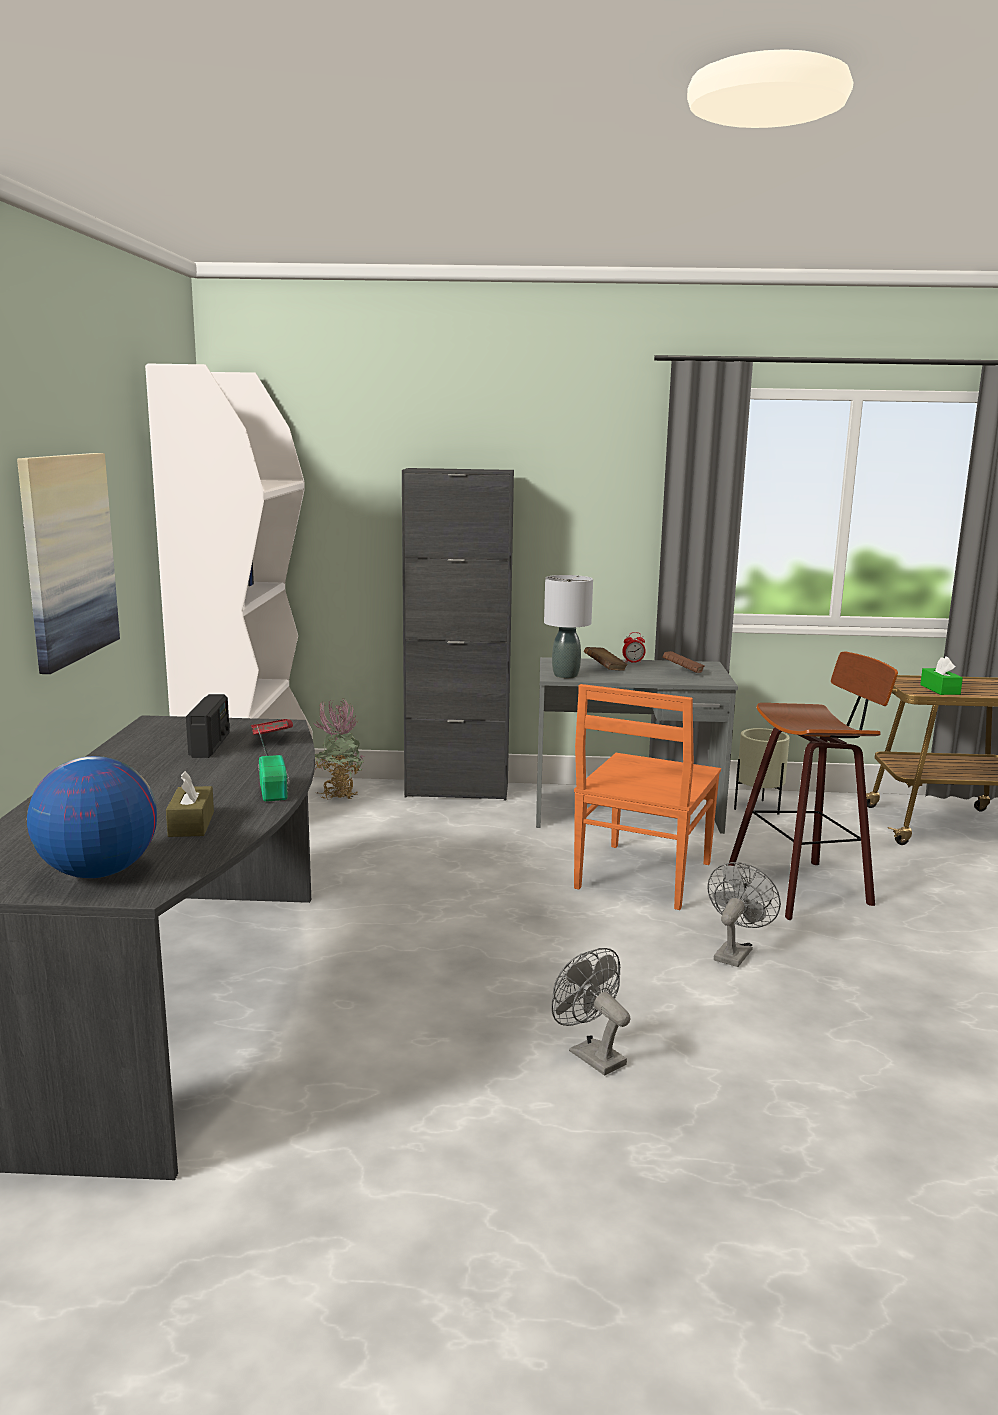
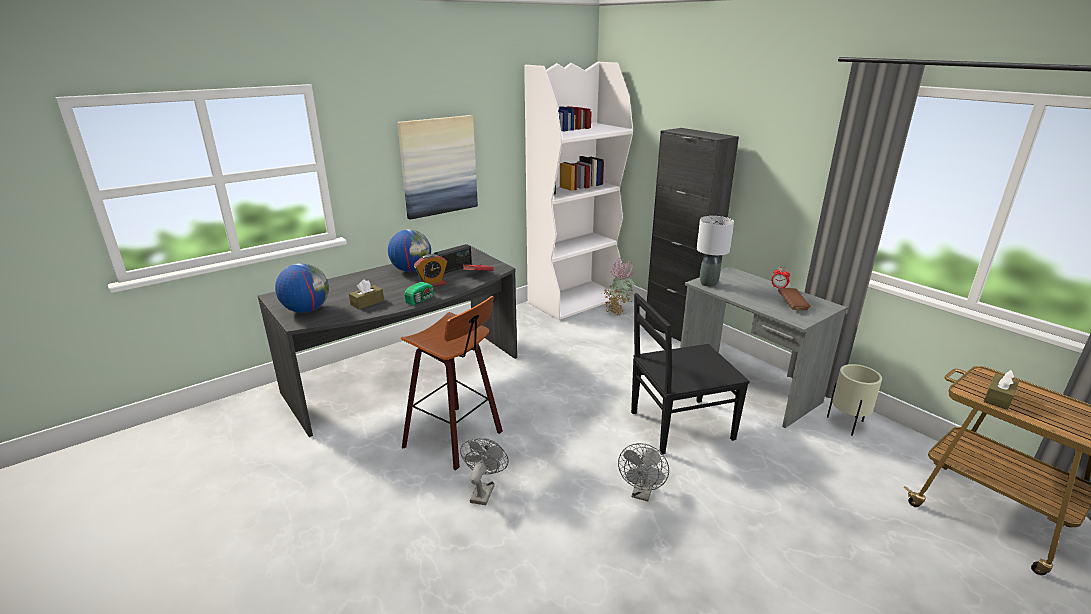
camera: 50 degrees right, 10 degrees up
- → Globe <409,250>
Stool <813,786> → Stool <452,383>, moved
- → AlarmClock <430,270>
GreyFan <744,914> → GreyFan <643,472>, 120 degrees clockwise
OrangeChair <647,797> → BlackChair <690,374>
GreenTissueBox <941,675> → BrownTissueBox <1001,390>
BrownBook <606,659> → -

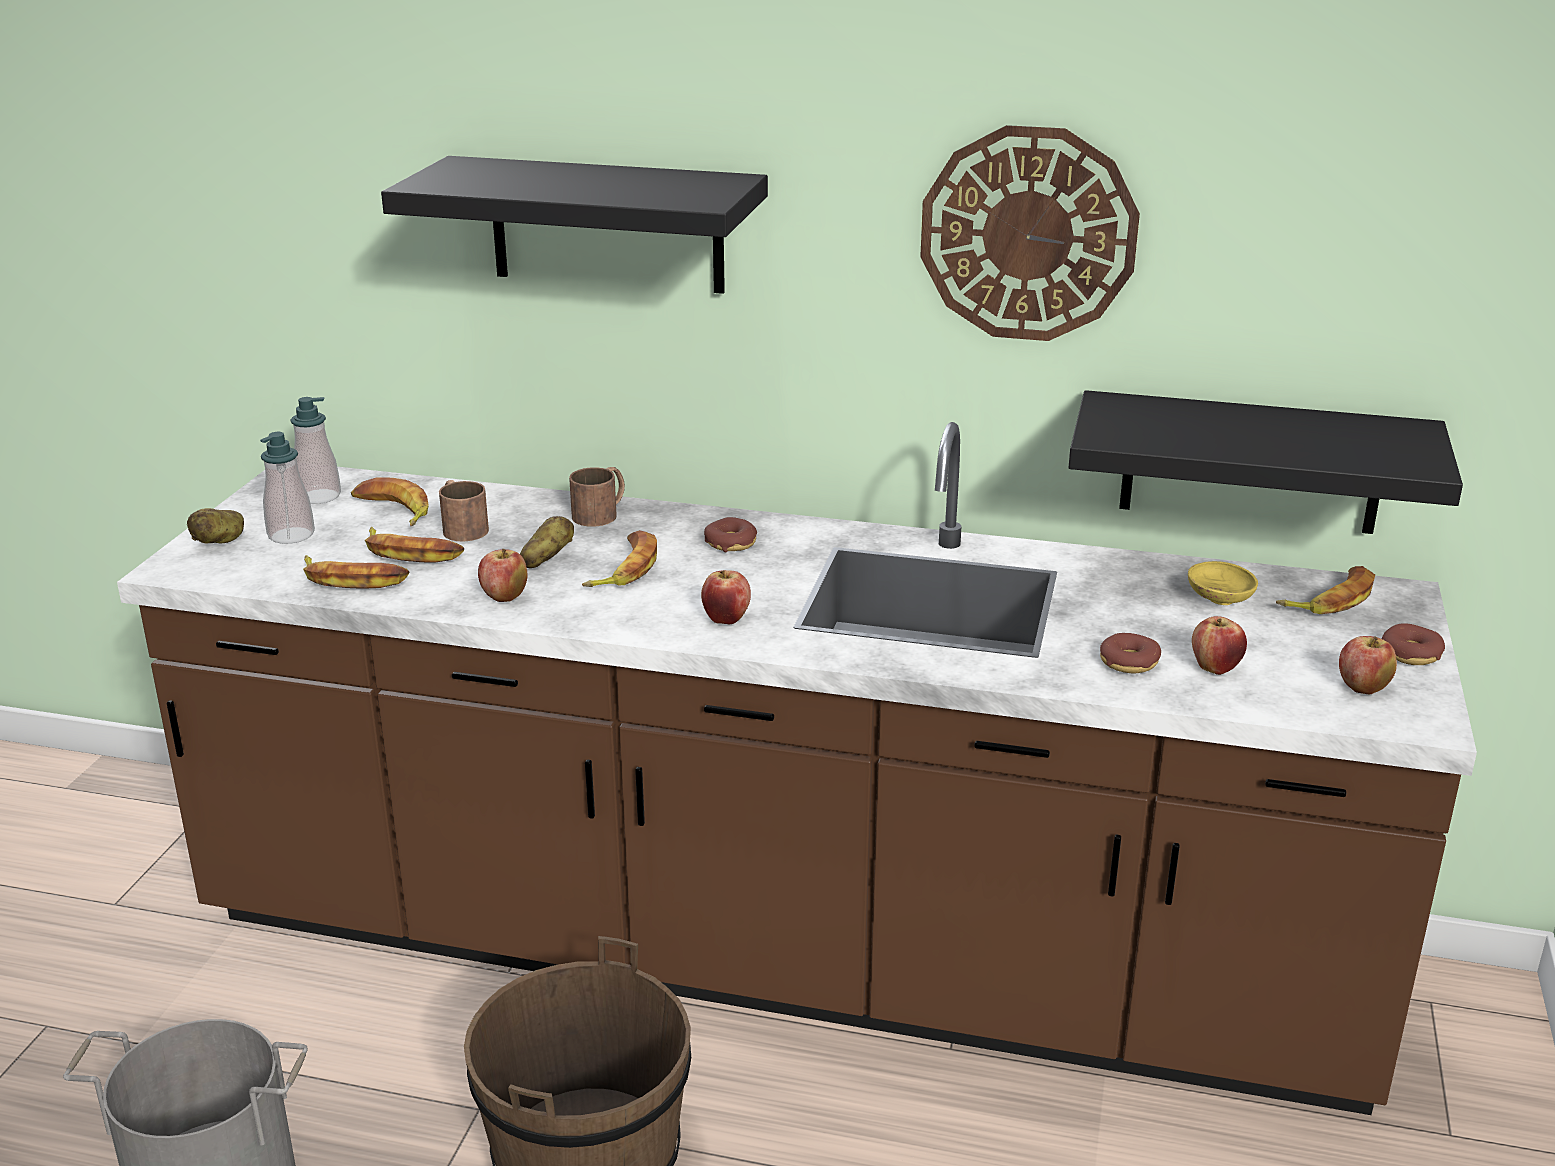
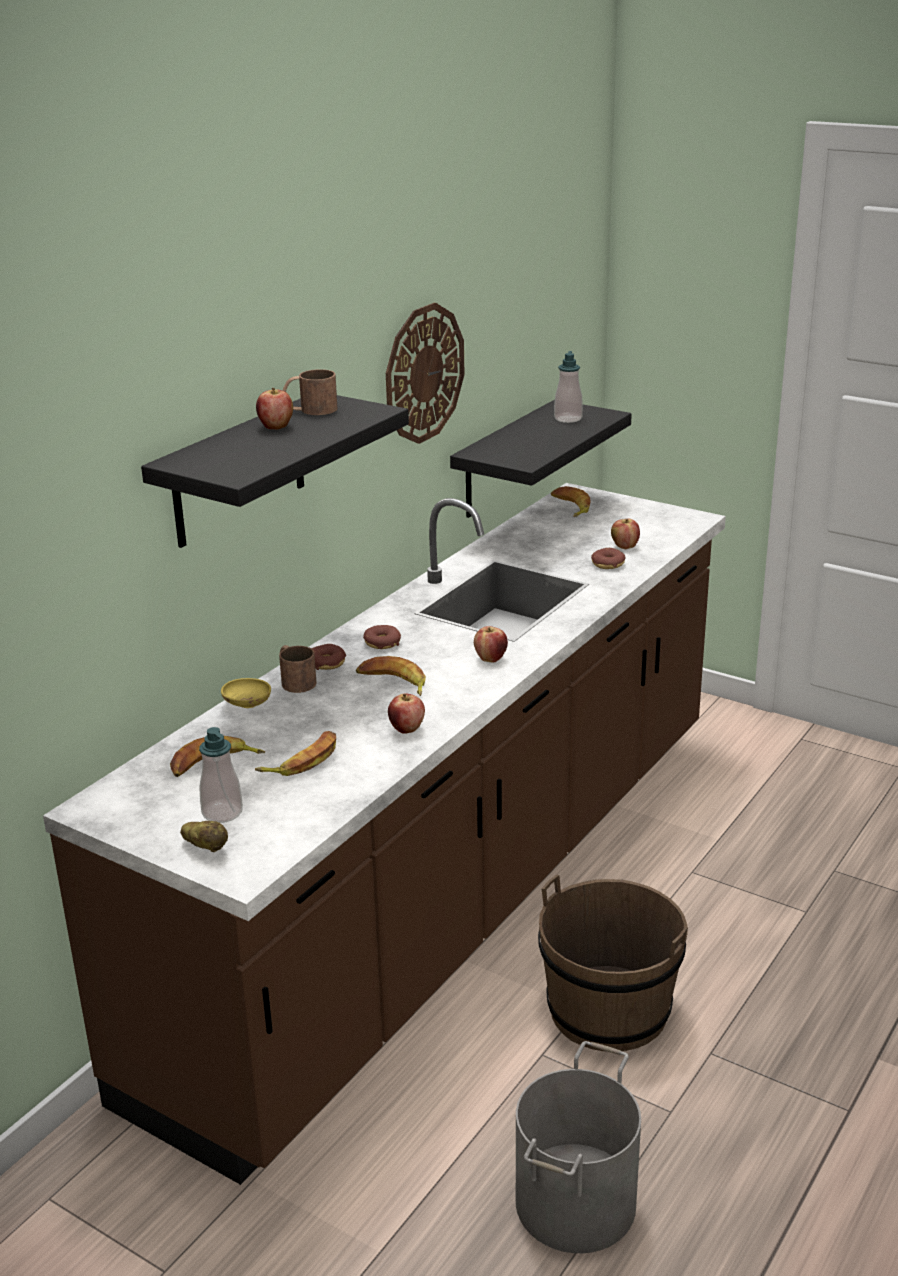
camera: 70 degrees left, 0 degrees up
YellowBowl <1223,583> → YellowBowl <246,693>, moved
Apple <1368,665> → Apple <274,409>, moved
BrownMug <464,510> → BrownMug <310,392>, moved
Donut <1413,644> → Donut <328,657>, moved
SoapDispenser <316,450> → SoapDispenser <568,387>, moved
Banana <356,572> → -
Potato <547,542> → -

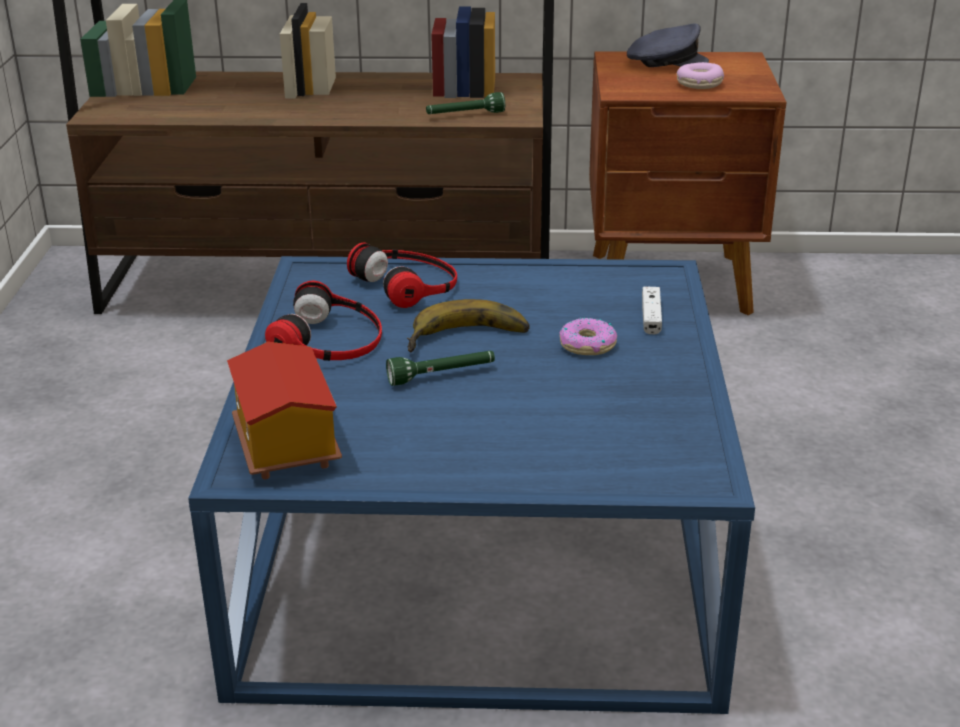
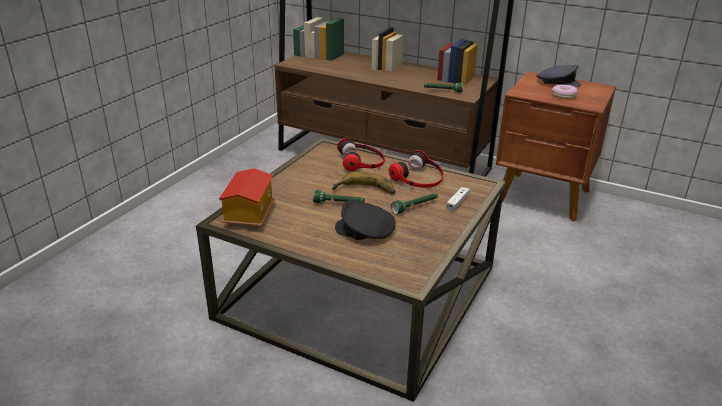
camera: 25 degrees right, 0 degrees up
BlueCoffeeTable <471,485> → BrownCoffeeTable <351,270>
- → BlackCap <365,220>
Headphones <323,321> → Headphones <416,169>, moved
Donut <588,336> → GreenFlashlight <414,203>

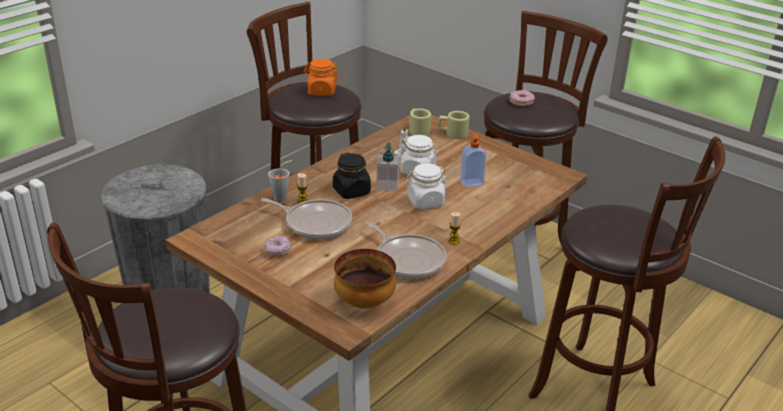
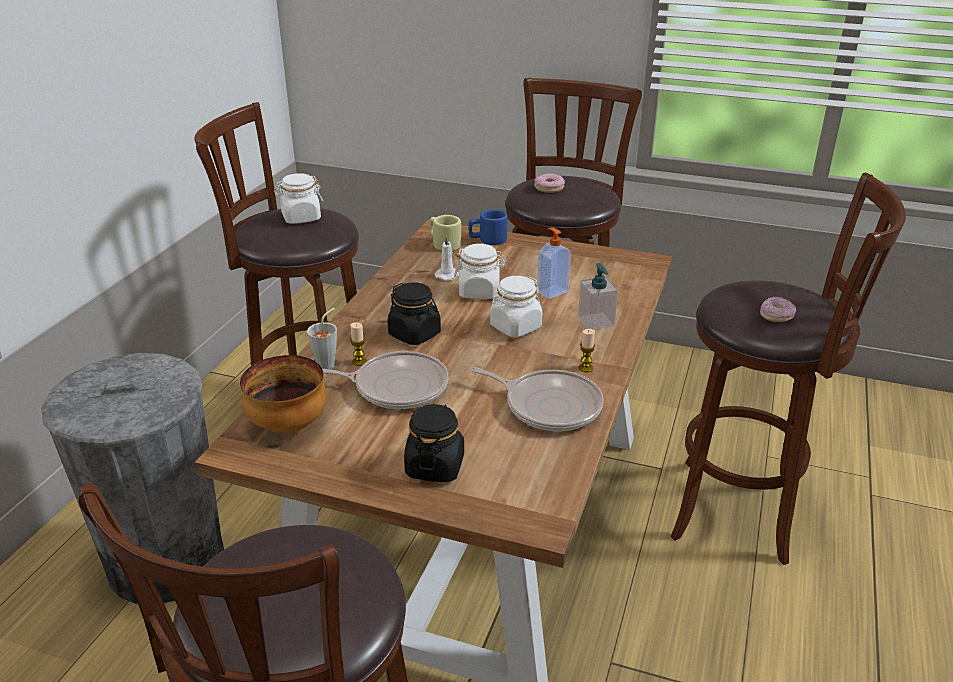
camera: 20 degrees left, 0 degrees up
Bowl <365,279> → Bowl <283,394>, moved
OrangeJar <321,77> → WhiteJar <298,198>
- → BlackJar <434,443>
BeigeMug <453,125> → BlueMug <488,227>
SoapDispenser <388,166> → SoapDispenser <598,296>, moved
Donut <277,246> → Donut <778,309>, moved

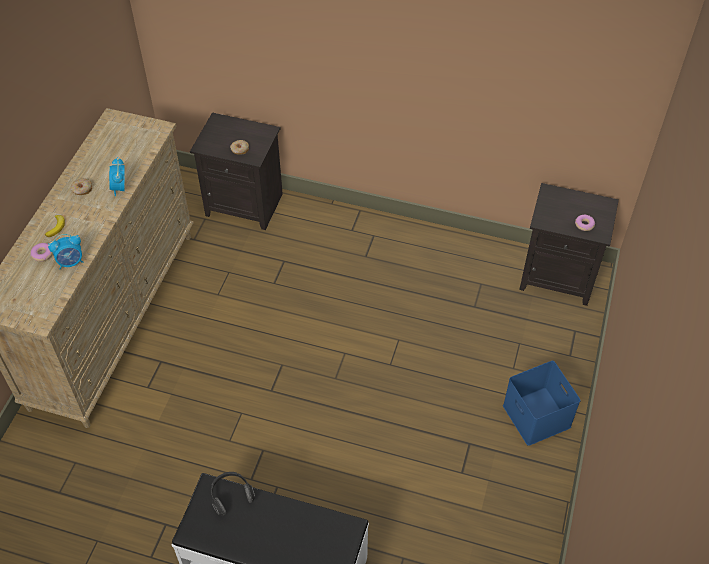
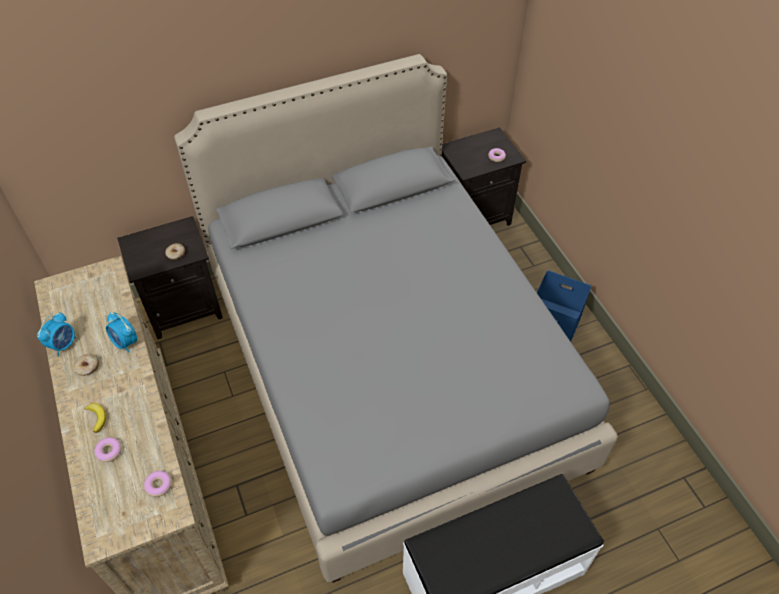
camera: 40 degrees left, 0 degrees up
AlarmClock <66,251> → AlarmClock <56,334>, moved
- → Donut <158,484>
- → GreyBed <396,318>
Headphones <233,494> → -

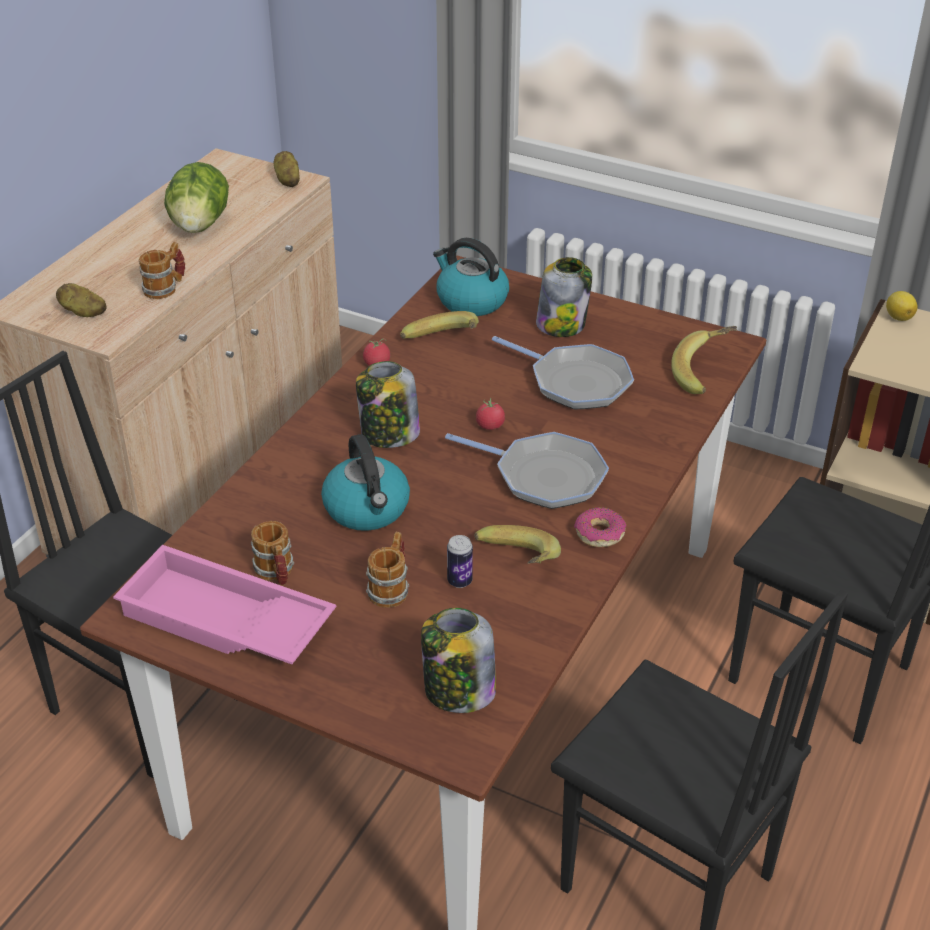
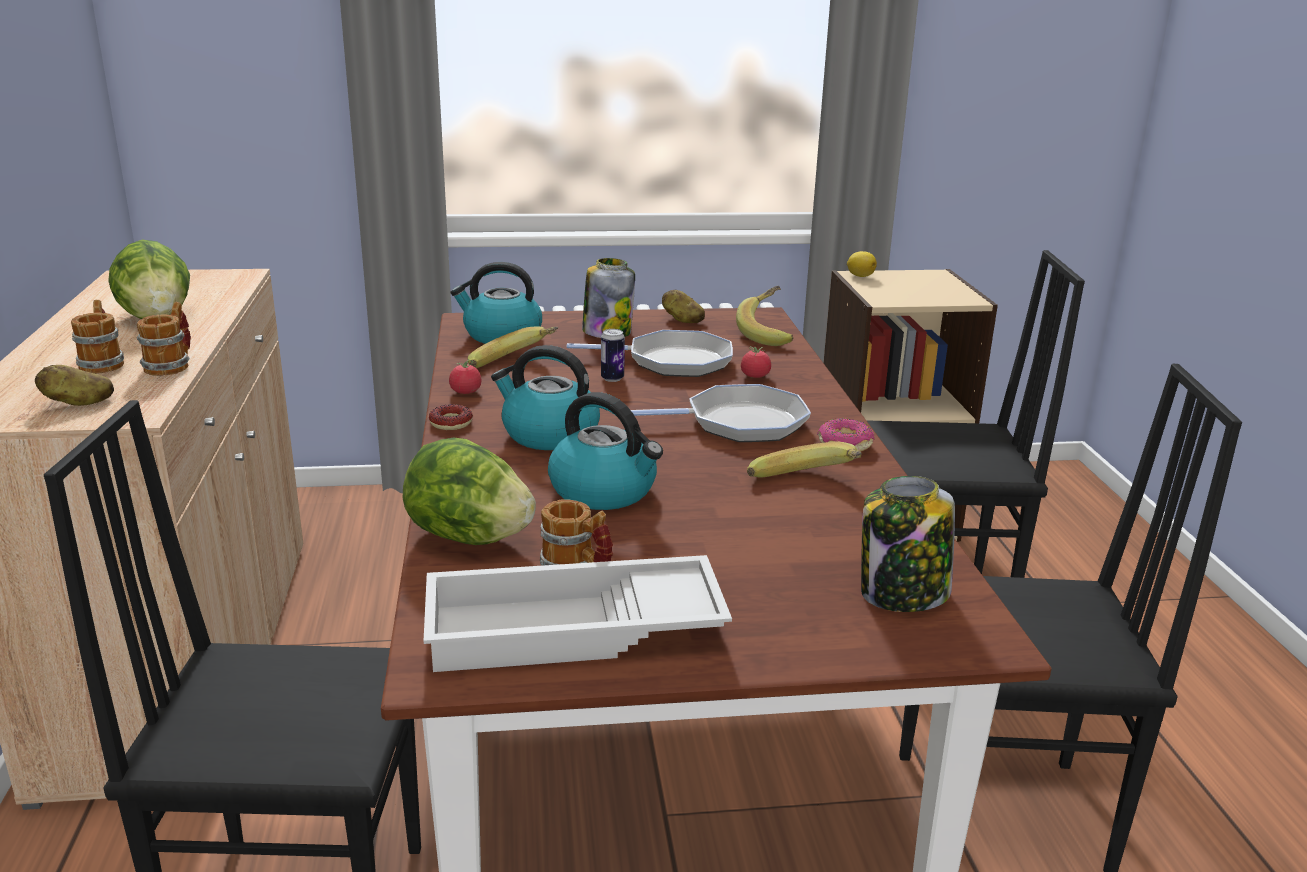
camera: 35 degrees left, 15 degrees down
Mug <387,570> → Mug <97,337>, moved
- → Lettuce <469,491>
PinkTray <224,604> → WhiteTray <578,613>
- → Donut <451,417>
Jar <388,404> → Kettle <545,397>
Can <460,561> → Can <613,355>, moved
Potato <287,169> → Potato <683,306>, moved
Tomato <490,414> → Tomato <756,362>, moved

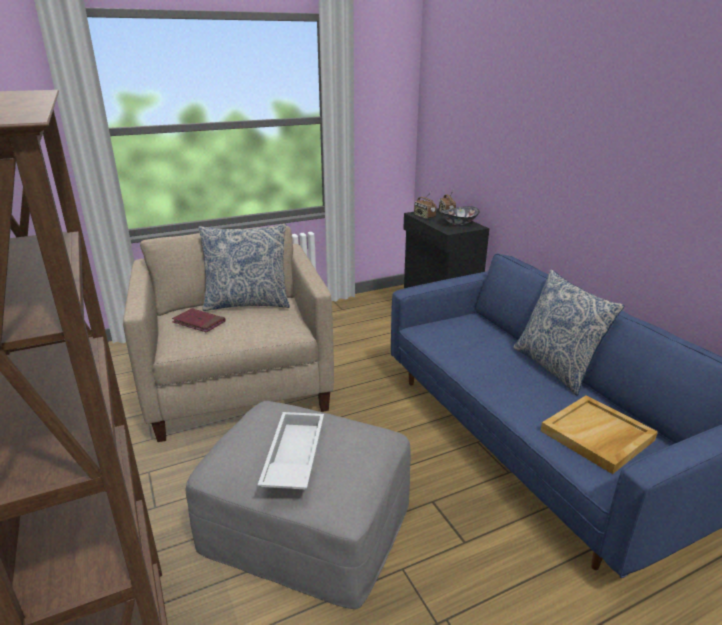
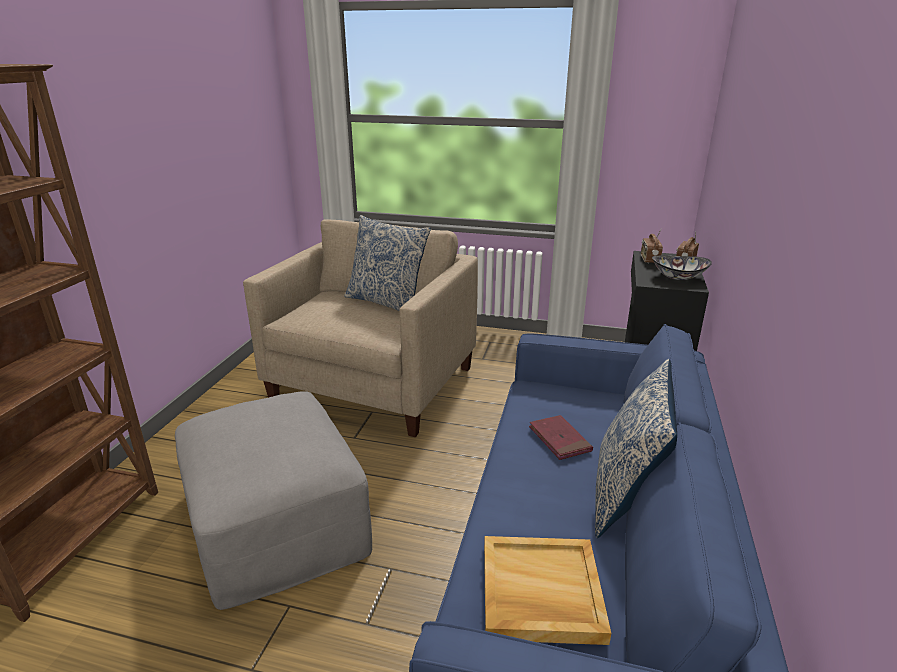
camera: 40 degrees right, 0 degrees up
RedBook <199,320> → RedBook <561,437>, moved
WhiteTray <291,450> → -

